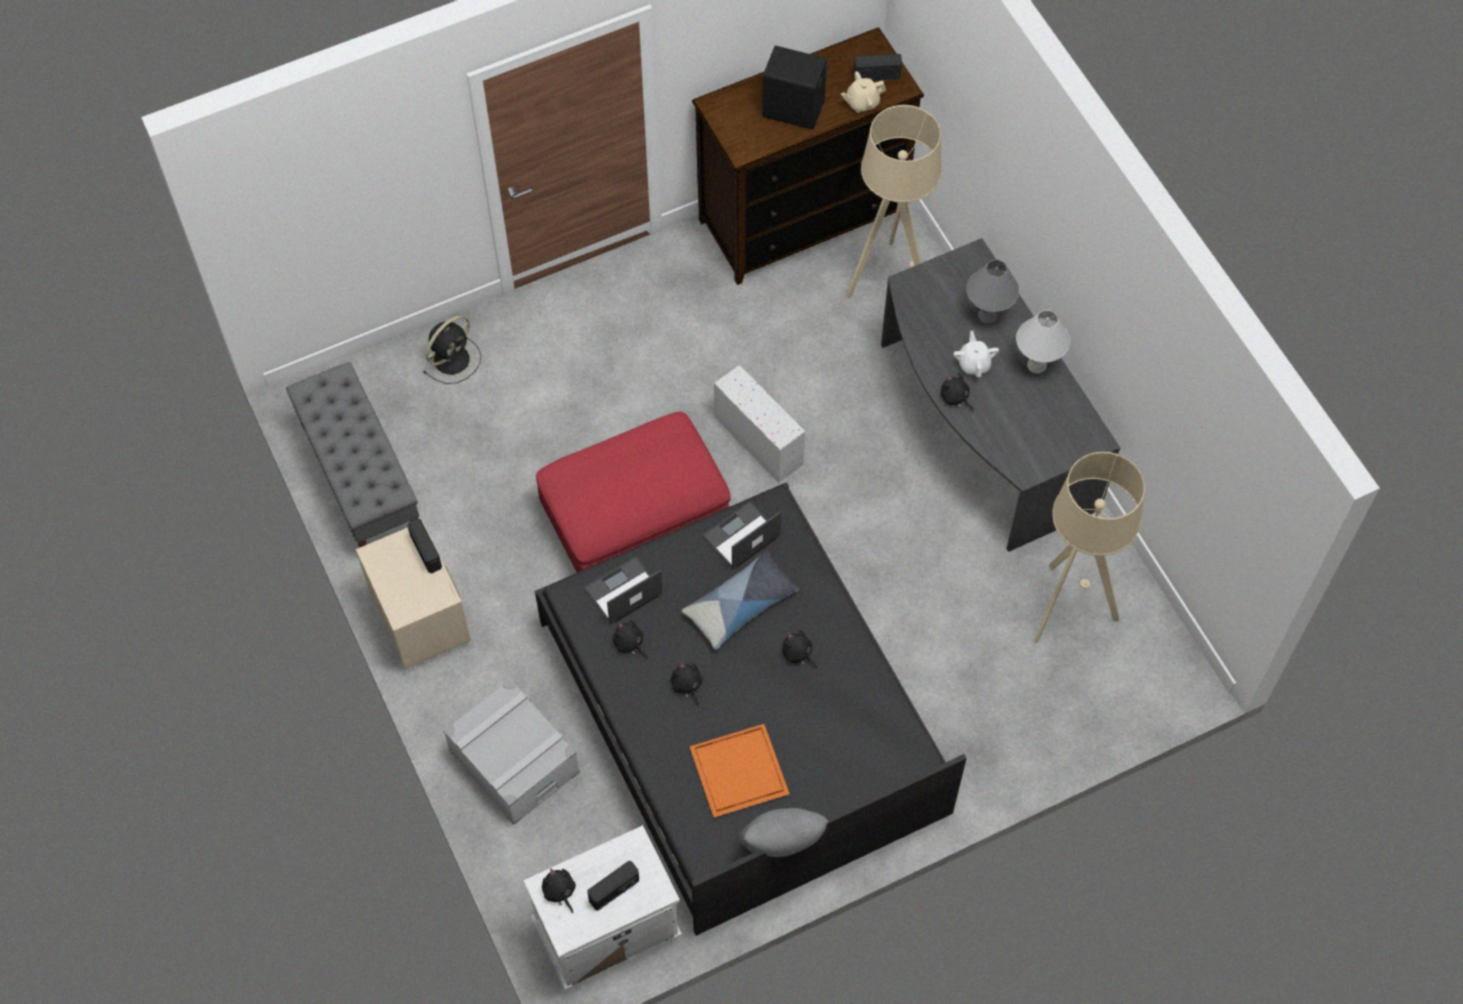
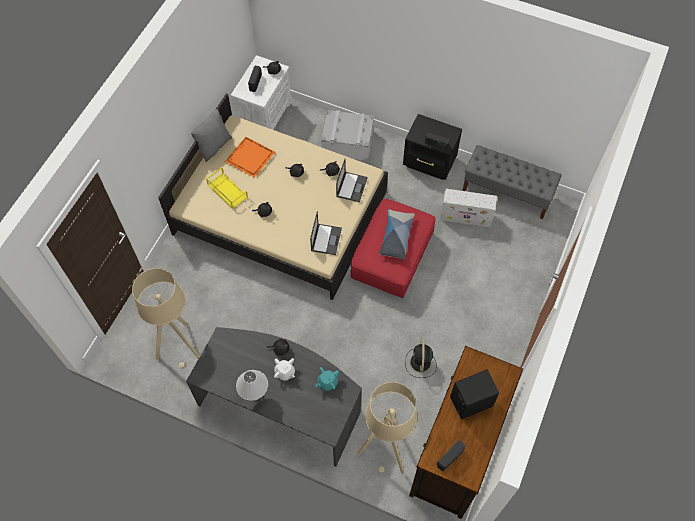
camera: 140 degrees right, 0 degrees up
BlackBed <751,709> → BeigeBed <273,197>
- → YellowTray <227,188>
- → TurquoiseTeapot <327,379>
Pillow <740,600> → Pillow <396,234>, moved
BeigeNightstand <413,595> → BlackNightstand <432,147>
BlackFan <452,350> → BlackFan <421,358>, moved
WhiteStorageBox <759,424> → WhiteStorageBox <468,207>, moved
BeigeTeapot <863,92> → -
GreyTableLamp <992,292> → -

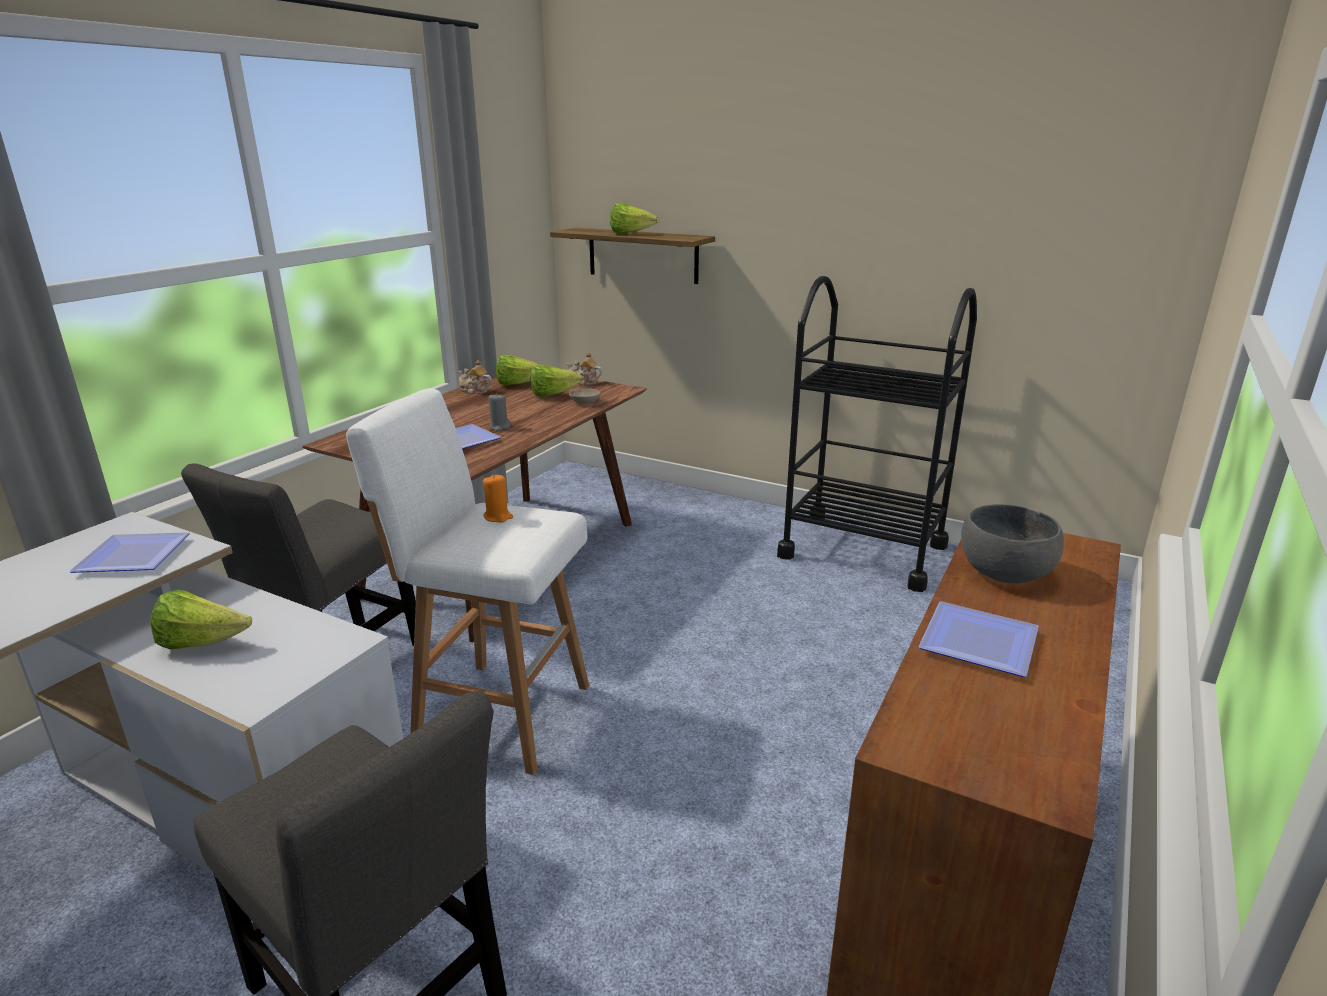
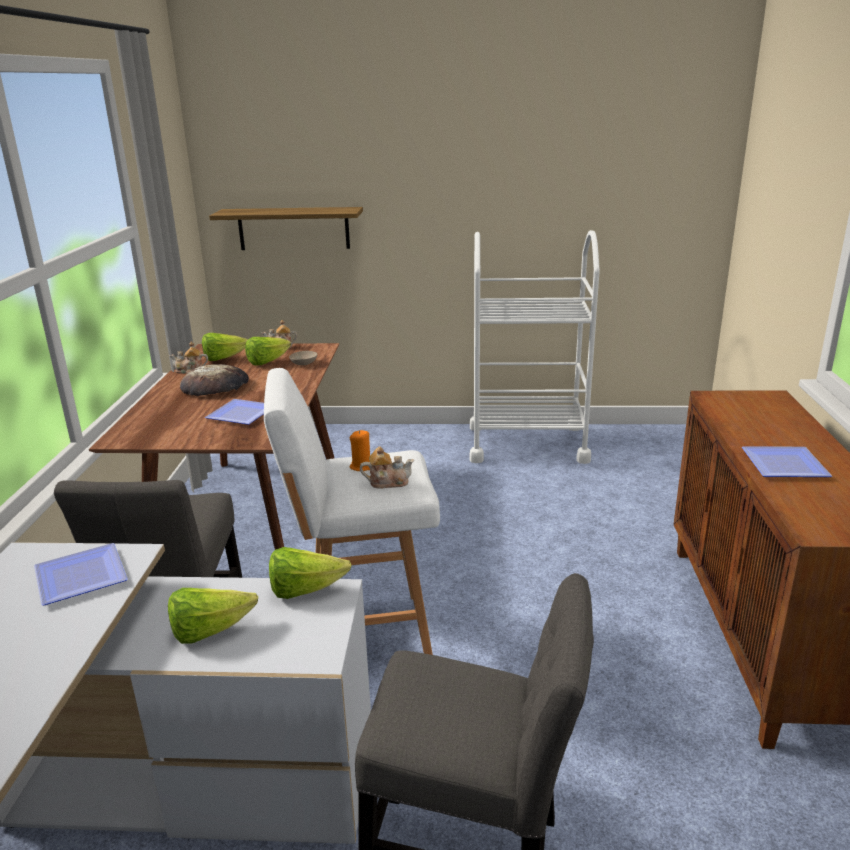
camera: 25 degrees left, 0 degrees up
- → Bread <214,380>
Lettuce <634,218> → Lettuce <310,573>, moved
- → Teapot <387,467>
BlackCart <877,434> → WhiteCart <535,347>
GreyCandle <499,412> → -
GreyBowl <1012,543> → -

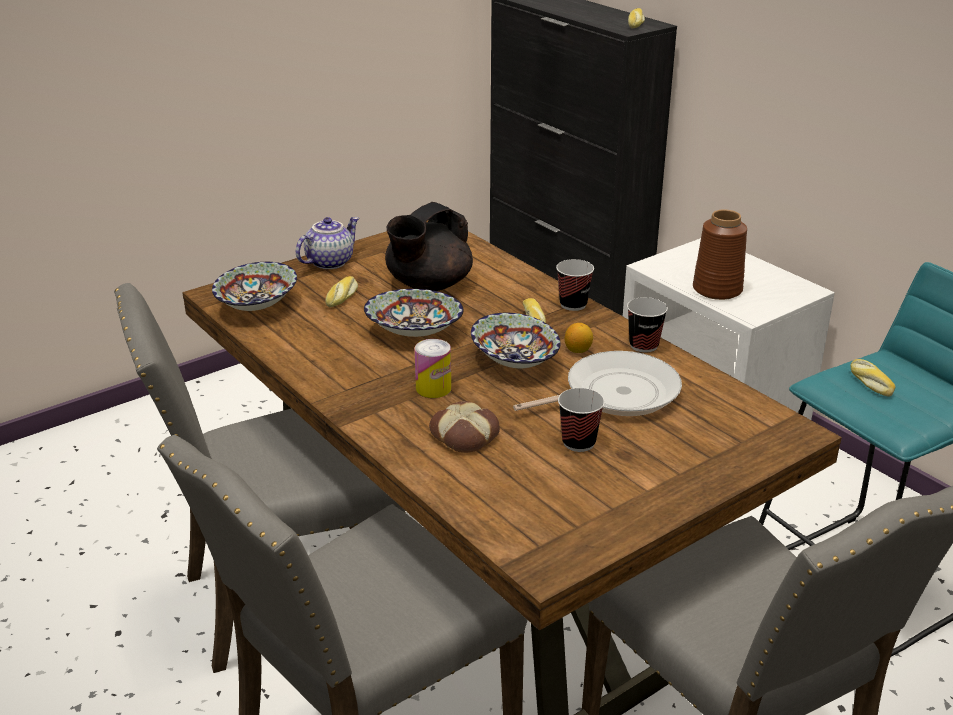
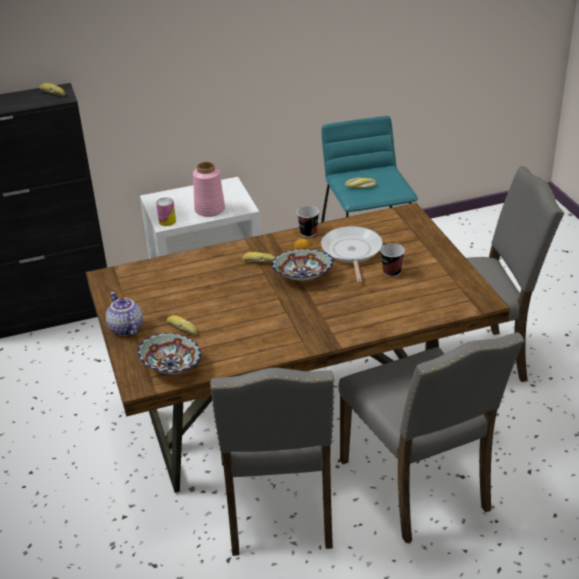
camera: 70 degrees left, 5 degrees up
Can <433,368> → Can <166,211>, moved
BrownVase <720,254> → PinkVase <209,189>
Bowl <414,313> → -
BlackTeapot <429,246> → -
Bread <464,427> → -
Cup <575,285> → -

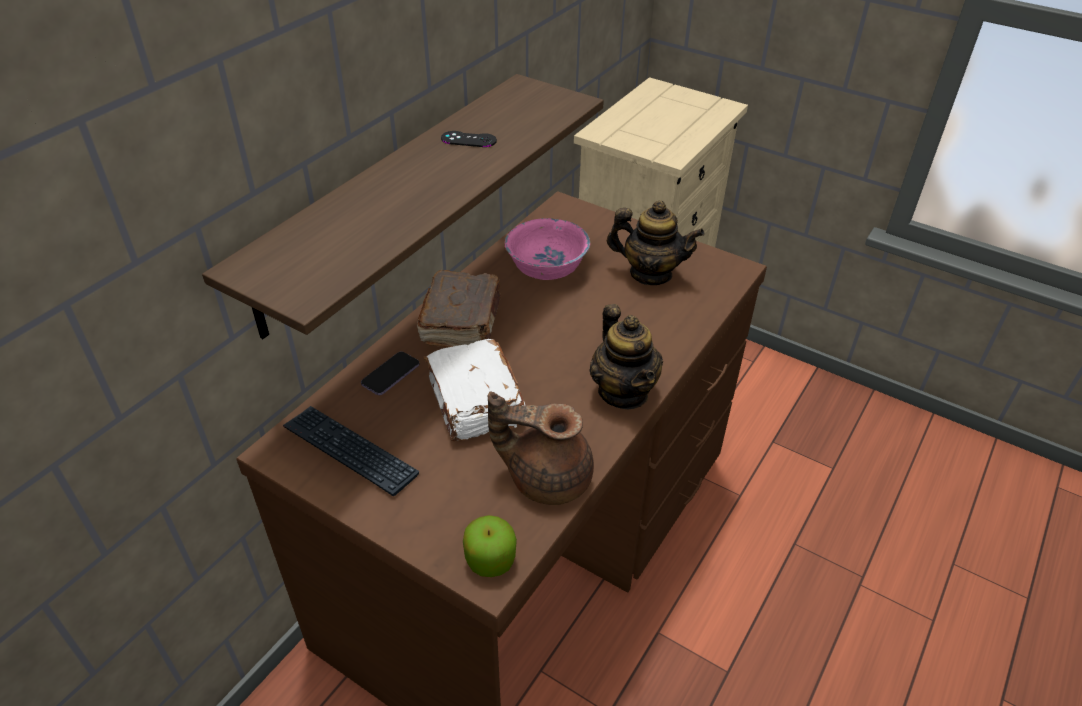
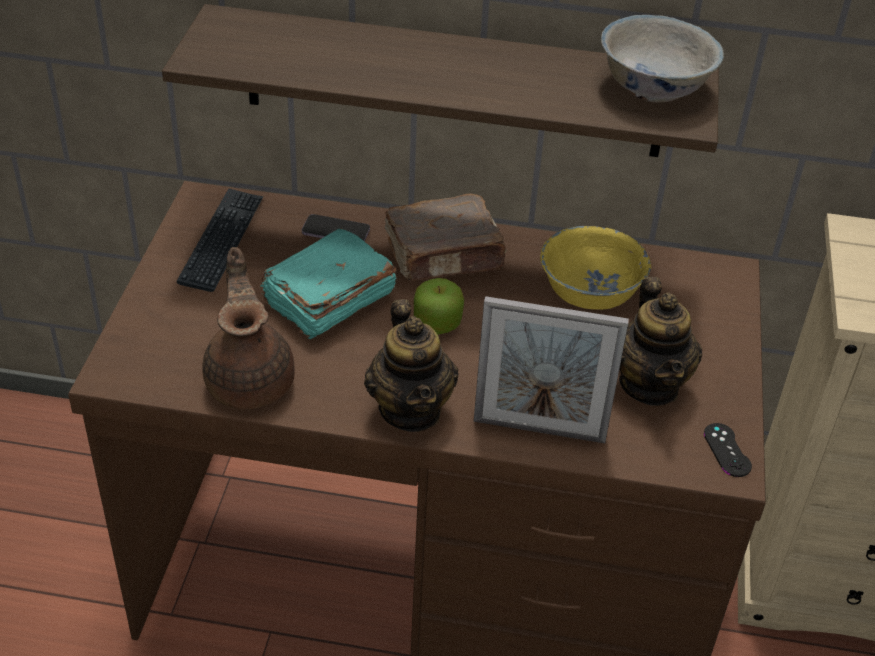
camera: 65 degrees right, 0 degrees up
WhiteBook <474,390> → TurquoiseBook <329,283>
Teapot <626,356> → Teapot <411,365>, 60 degrees counterclockwise
Apple <490,546> → Apple <439,306>, moved
- → PictureFrame <551,369>
PinkBowl <547,249> → YellowBowl <595,268>
- → WhiteBowl <662,58>
BlackGameController <469,139> → BlackGameController <728,450>, moved

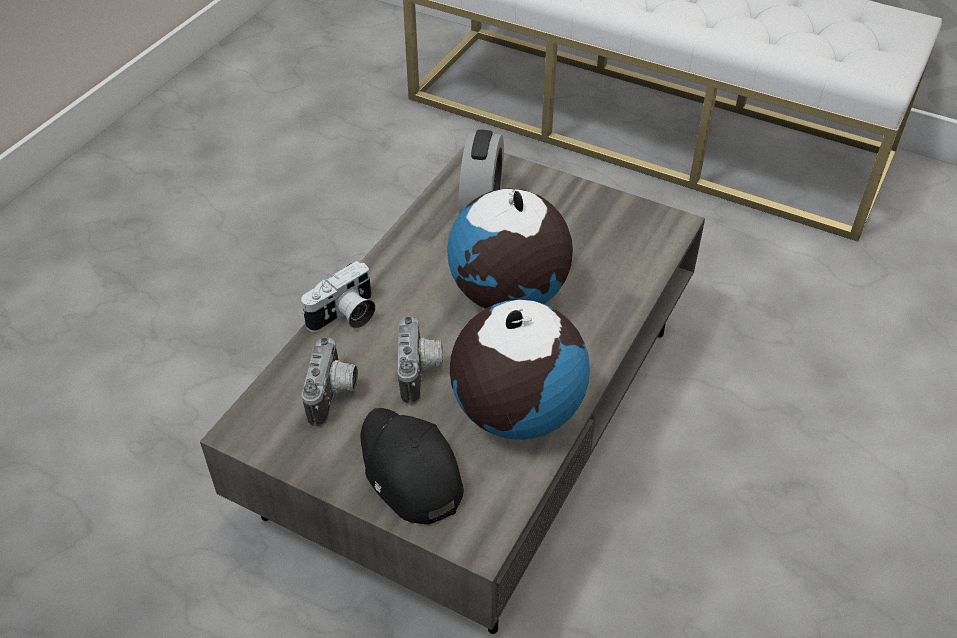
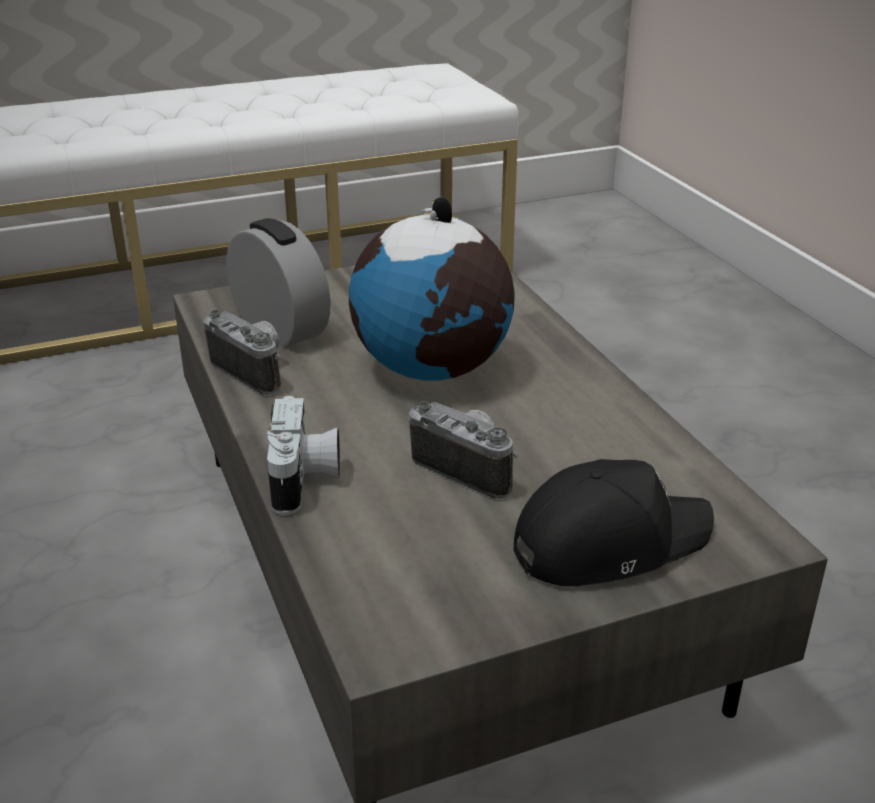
camera: 50 degrees left, 15 degrees down
PhotoCamera <330,382> → PhotoCamera <242,352>, moved
BlackCap <412,466> → BlackCap <613,523>, 150 degrees clockwise
Globe <519,370> → -

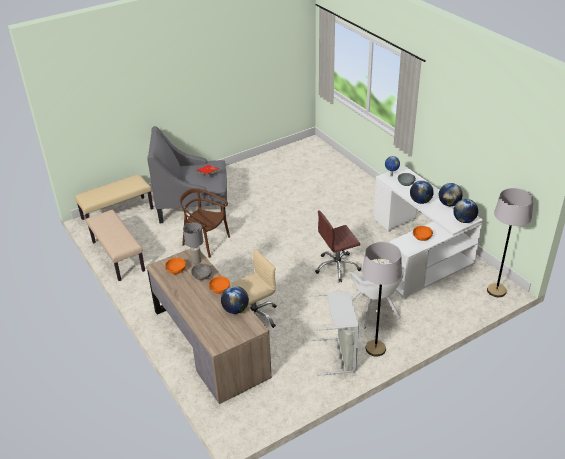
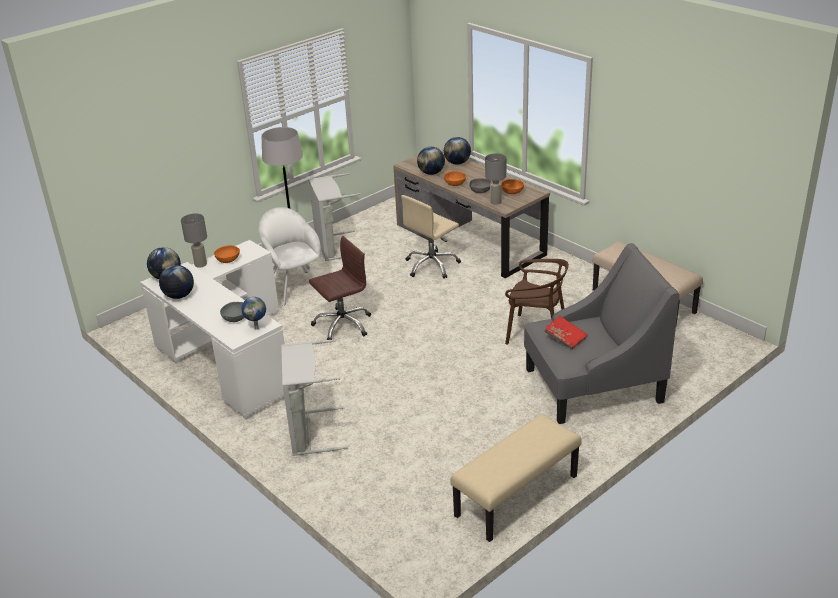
camera: 170 degrees right, 5 degrees down
- → GreyTableLamp <194,240>
- → GreyLaundryBasket <314,397>
Globe <422,192> → Globe <457,151>, moved
BeigeBench <114,201> → BeigeBench <516,478>, moved
GreyFloorLamp <510,242> → -

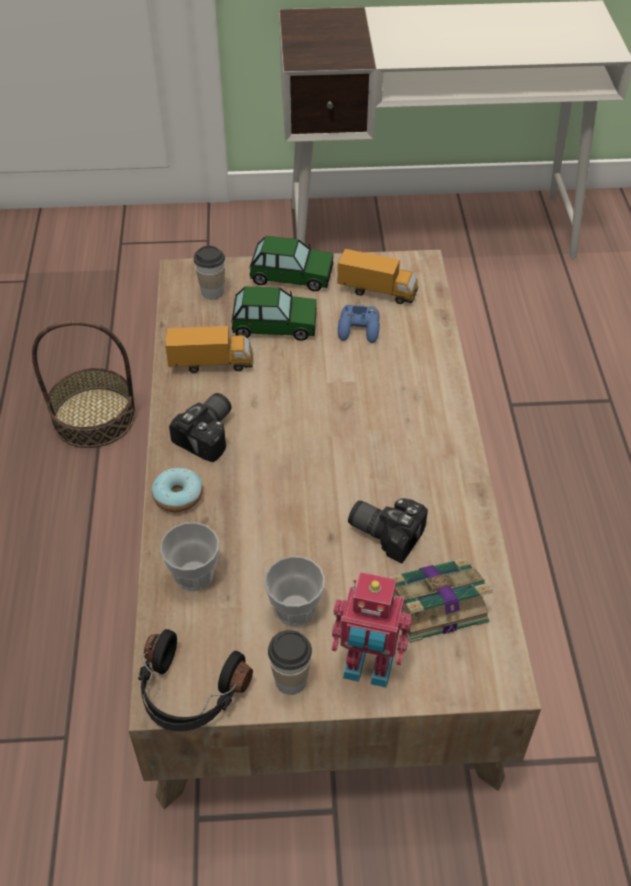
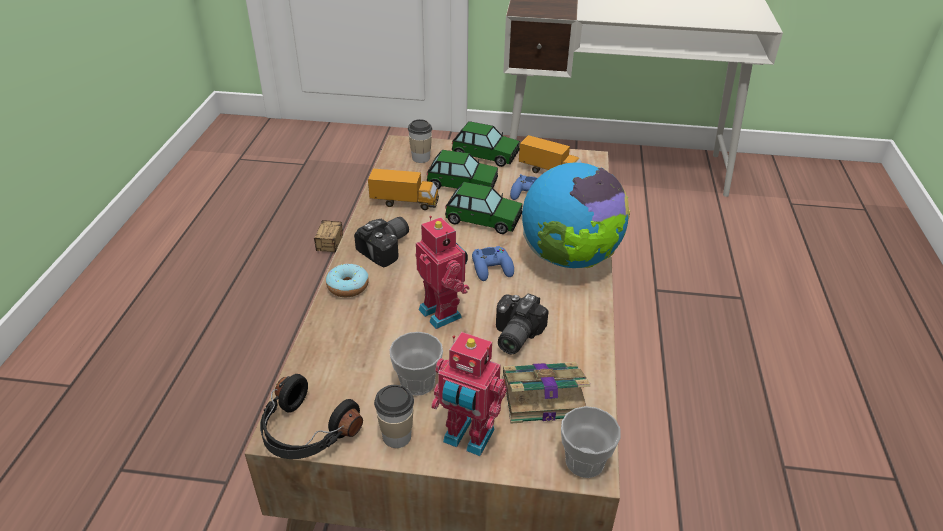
camera: 10 degrees right, 10 degrees down
Basket <83,384> → StorageBox <328,236>
- → ToyRobot <442,272>
- → ToyCar <484,208>
- → BlueGameController <493,263>
PhotoCamera <388,531> → PhotoCamera <522,323>, 105 degrees counterclockwise
- → Globe <576,215>
Cup <189,556> → Cup <591,442>, moved

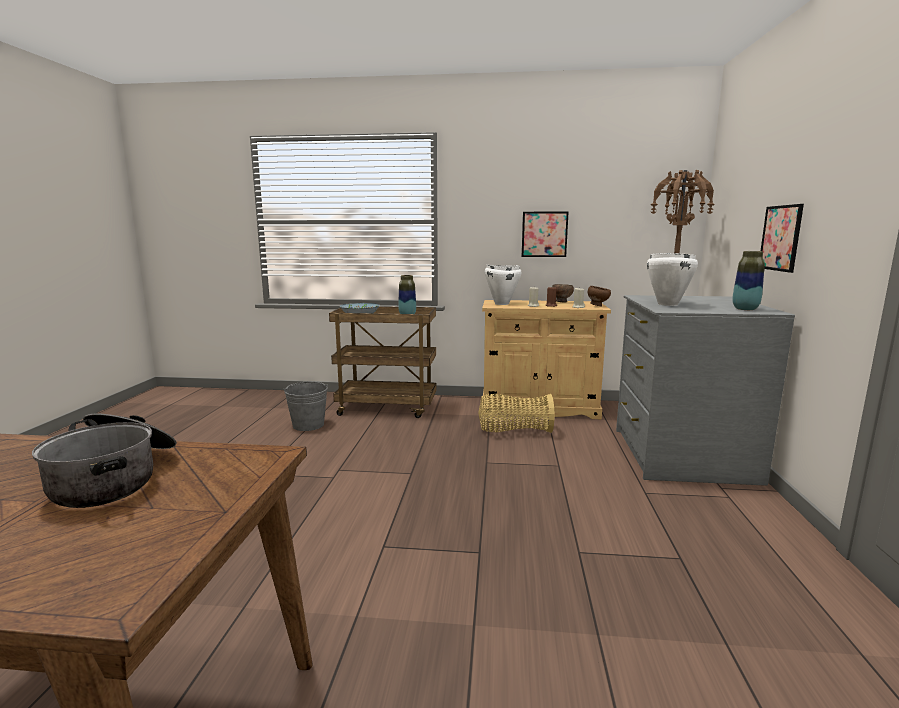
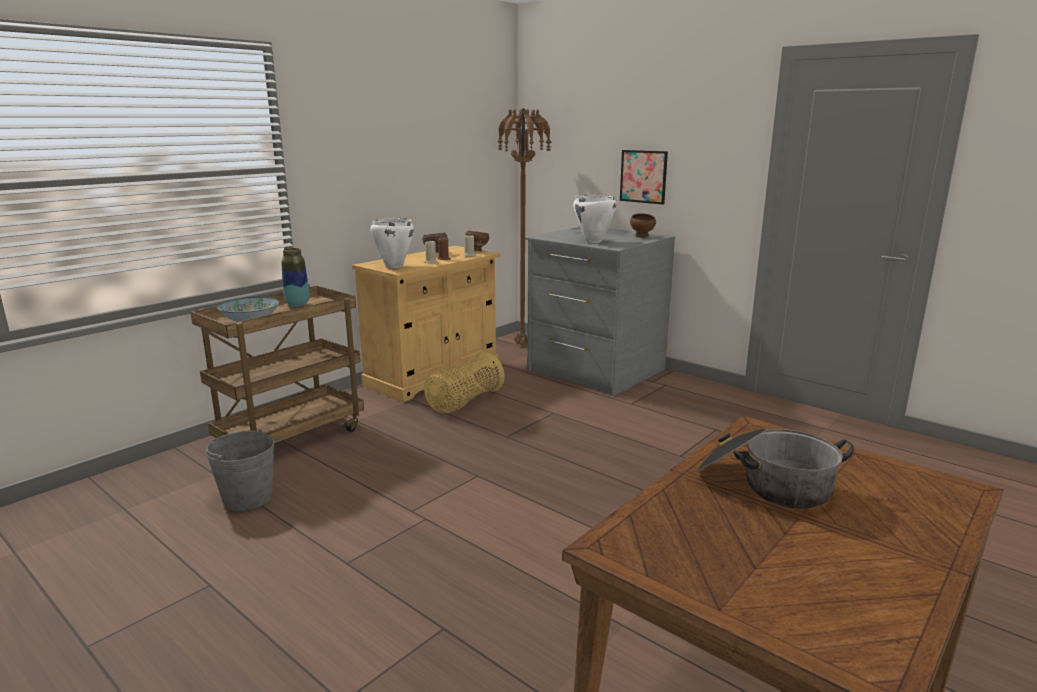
camera: 55 degrees left, 5 degrees up
Vase <748,280> → BrownBowl <643,225>
Picture <545,234> → -

